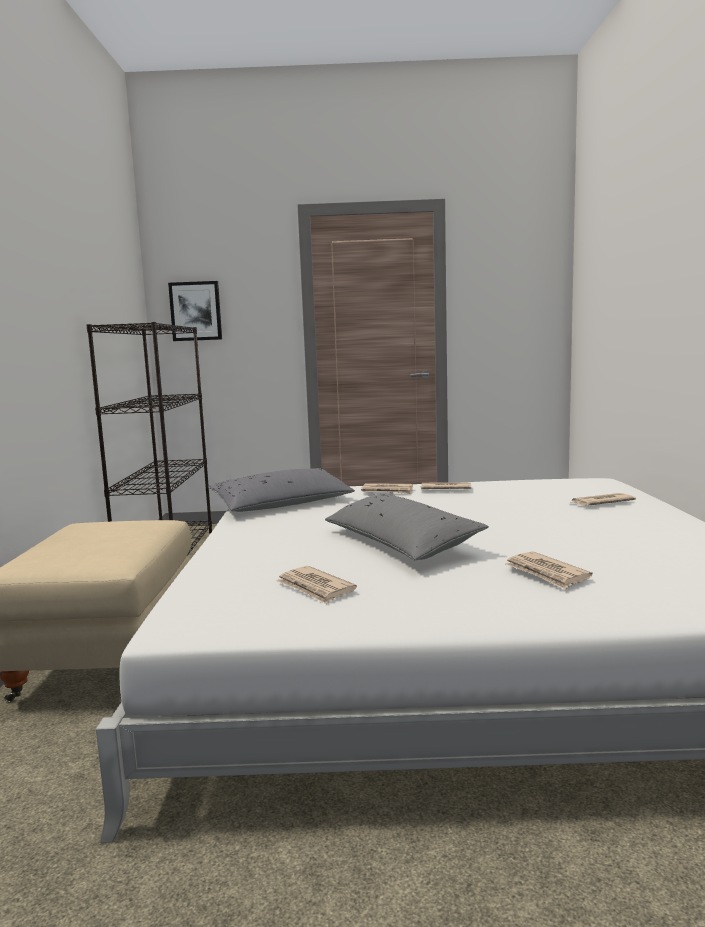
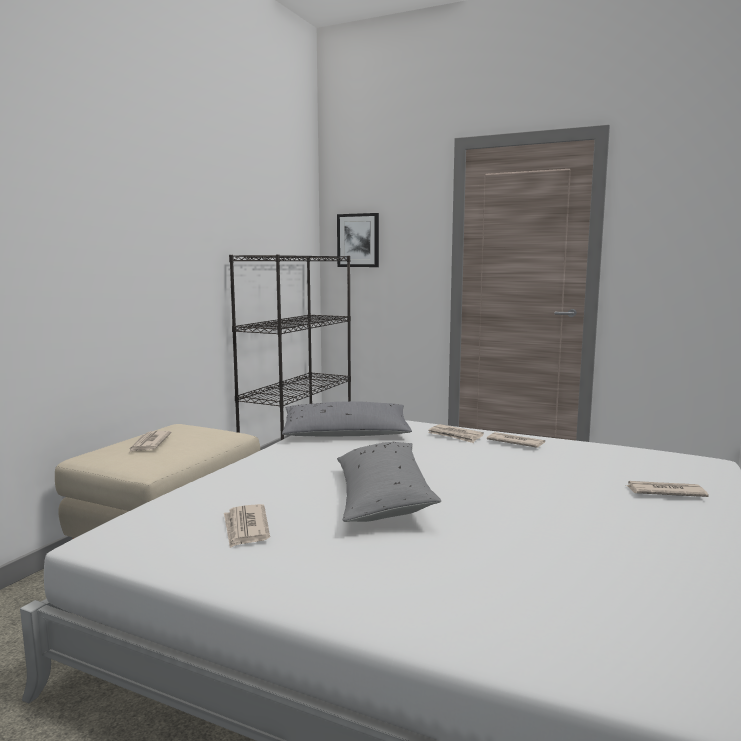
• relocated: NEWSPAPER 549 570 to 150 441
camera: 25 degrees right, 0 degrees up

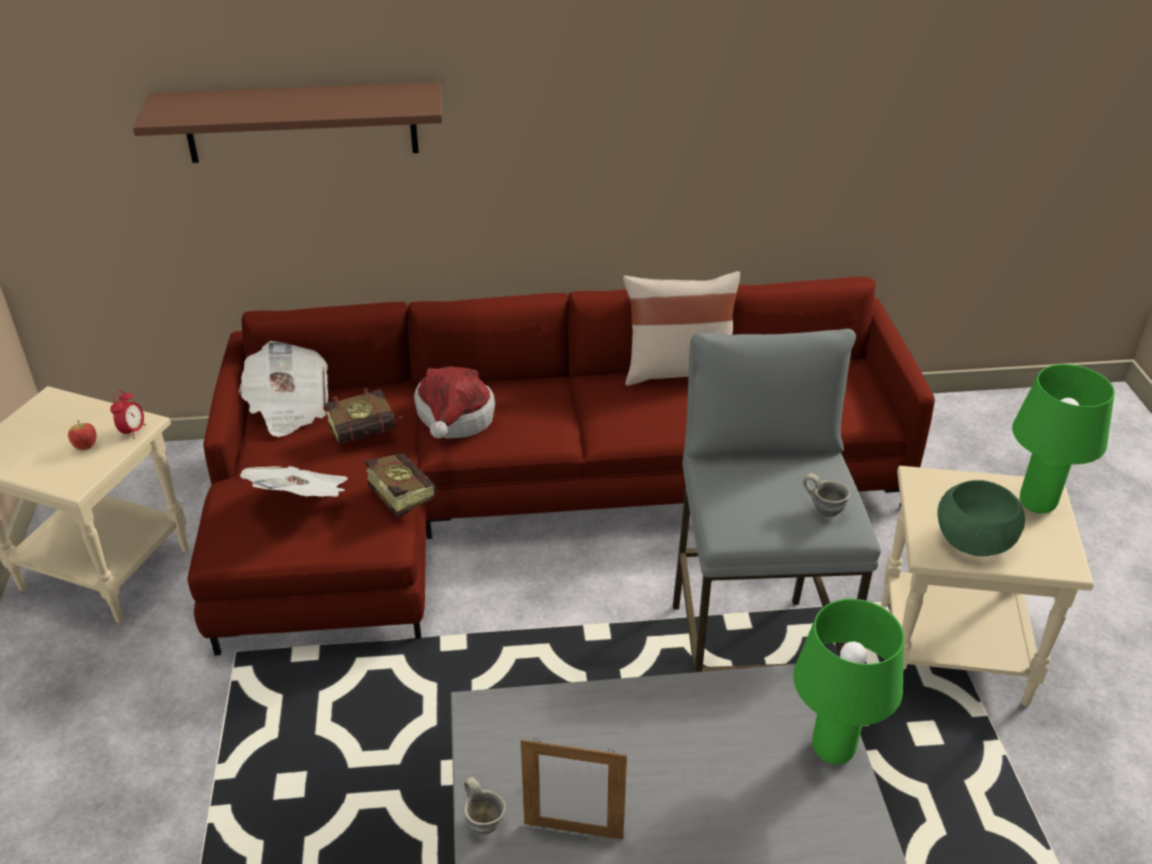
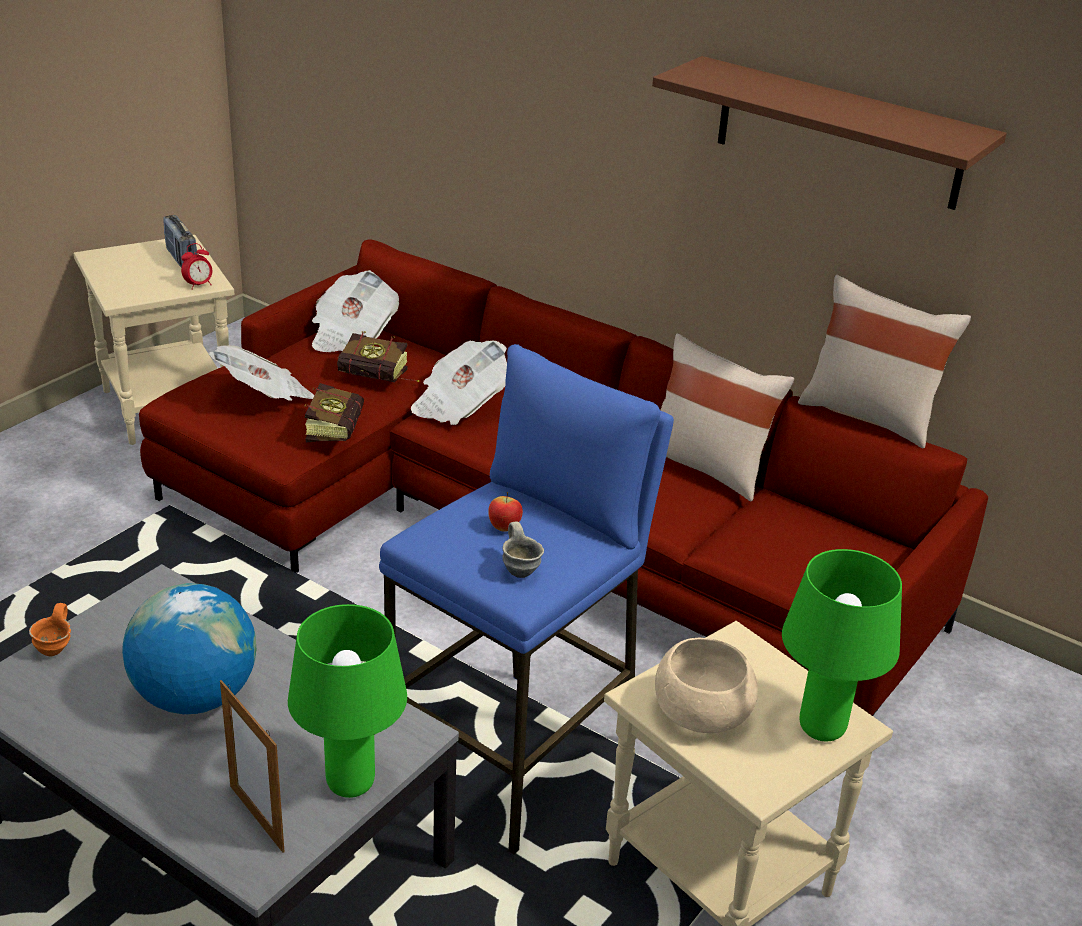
• colour: GREY MUG 485 805 to ORANGE MUG 50 630
• appeared: GLOBE 189 648
• appeared: RADIO 180 241
• relocated: PICTURE FRAME 574 789 to 252 766
• colour: GREY STOOL 777 500 to BLUE STOOL 526 599
• exchanged: HAT 454 402 to NEWSPAPER 459 382
• relocated: APPLE 82 435 to 505 512
• relocated: BROWN SHELF 287 122 to 829 133
• colour: GREEN BOWL 981 518 to BEIGE BOWL 706 685
• appeared: BEIGE PILLOW 884 361
camera: 40 degrees right, 5 degrees down

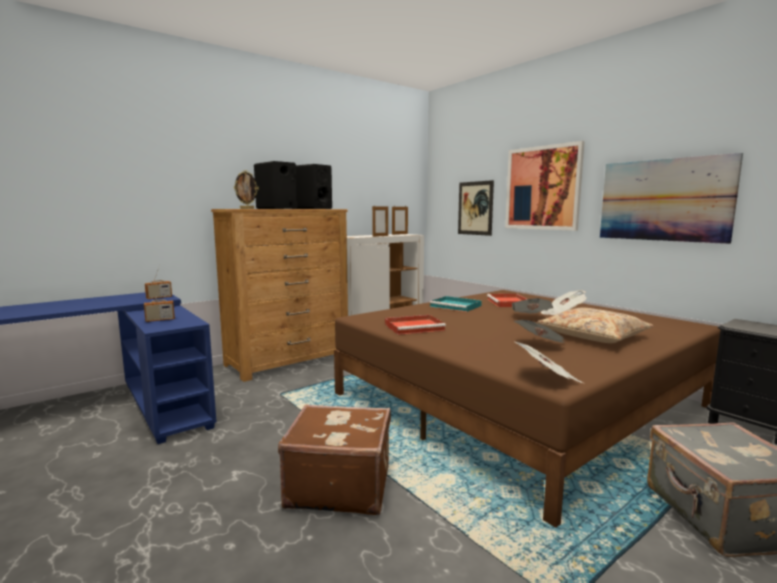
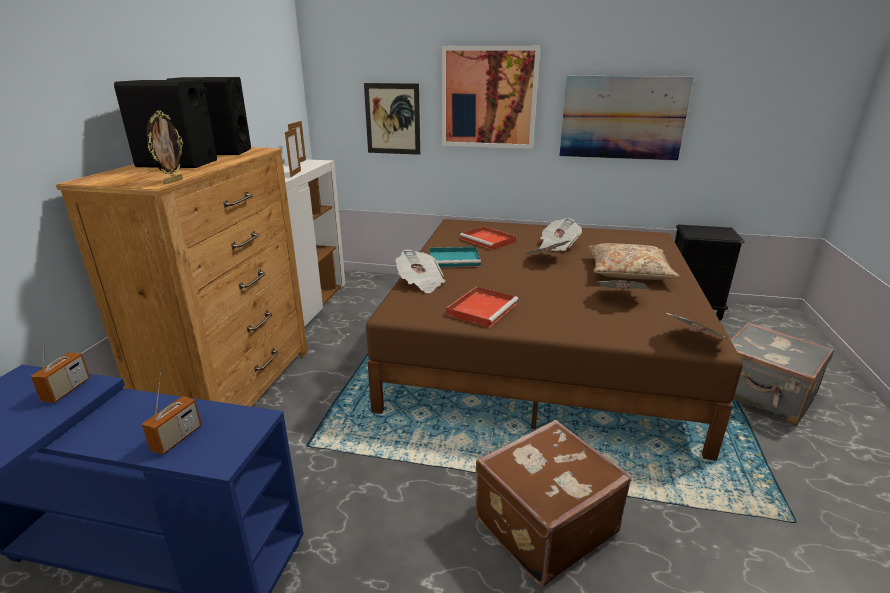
• appeared: NEWSPAPER 420 271
camera: 40 degrees left, 15 degrees up

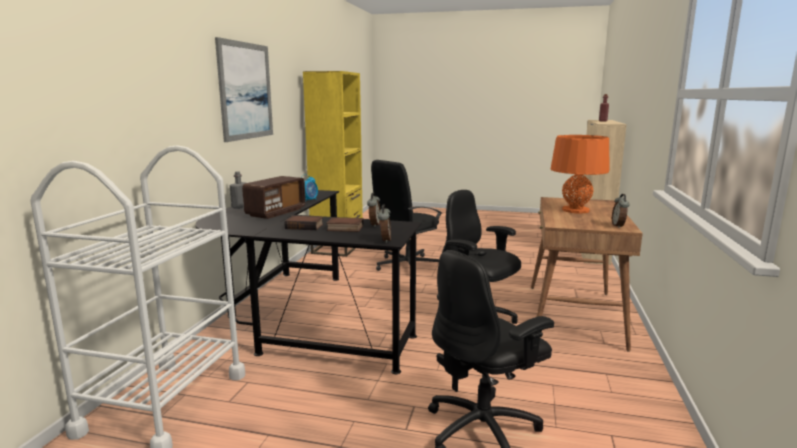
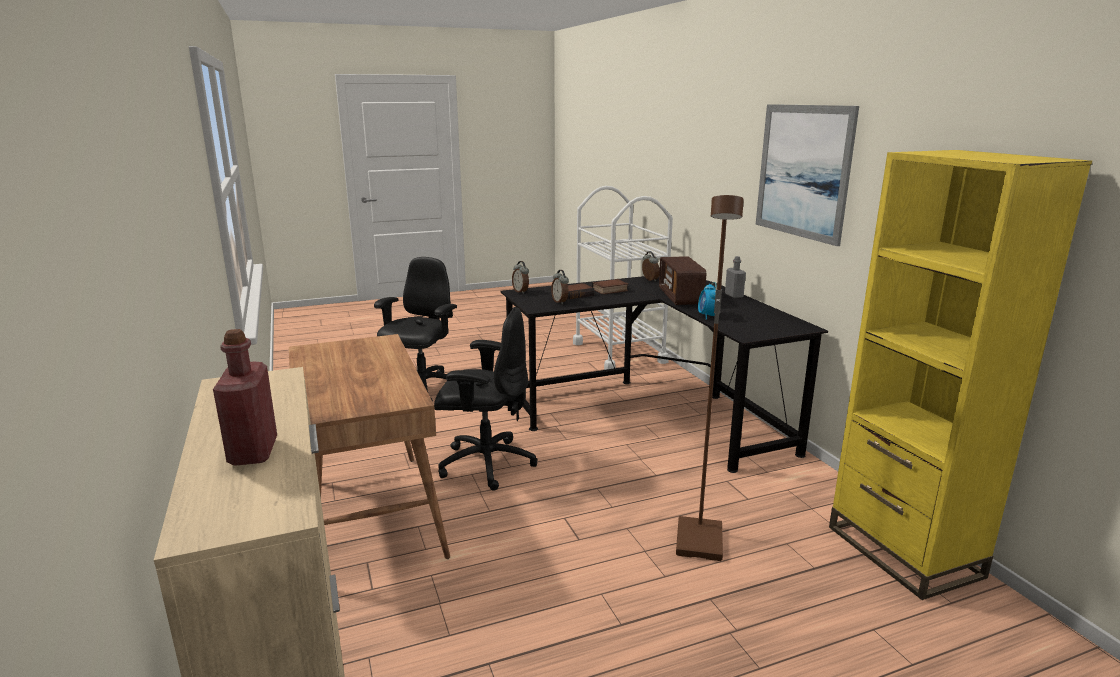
• relocated: ALARM CLOCK 620 211 to 651 266
• exchanged: BLACK OFFICE CHAIR 407 215 to BROWN FLOOR LAMP 710 378
• missing: ORANGE TABLE LAMP 580 174
camera: 145 degrees right, 5 degrees up

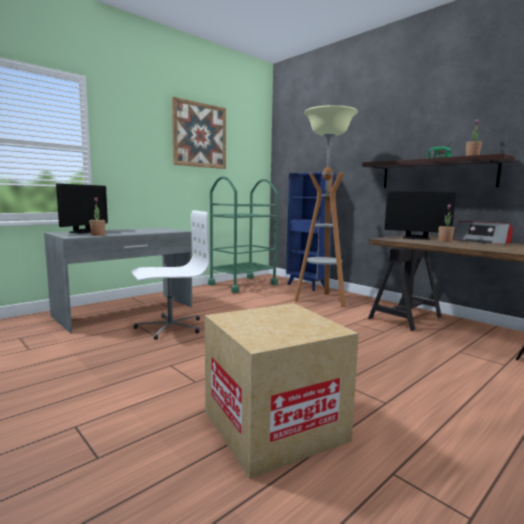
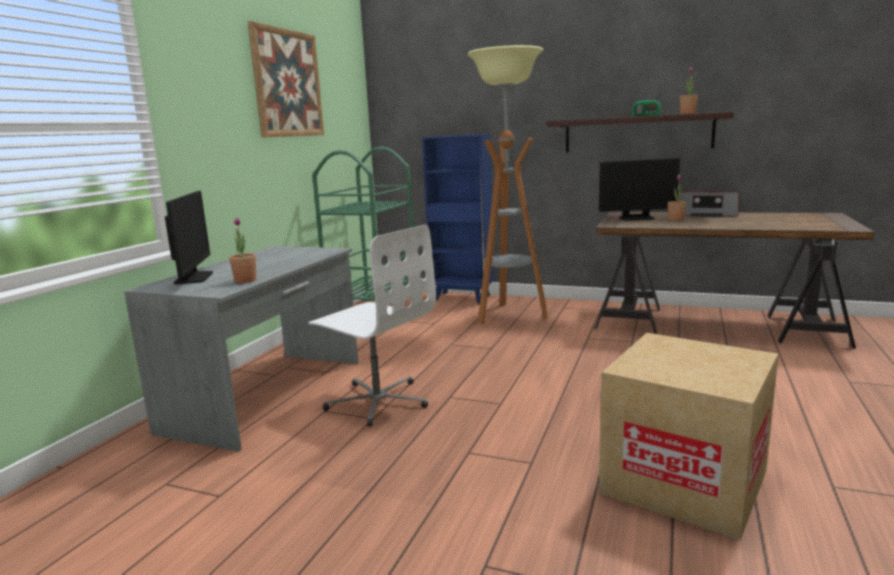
• spun: WHITE OFFICE CHAIR 170 275 = 372 326 90 degrees clockwise
camera: 25 degrees left, 5 degrees up

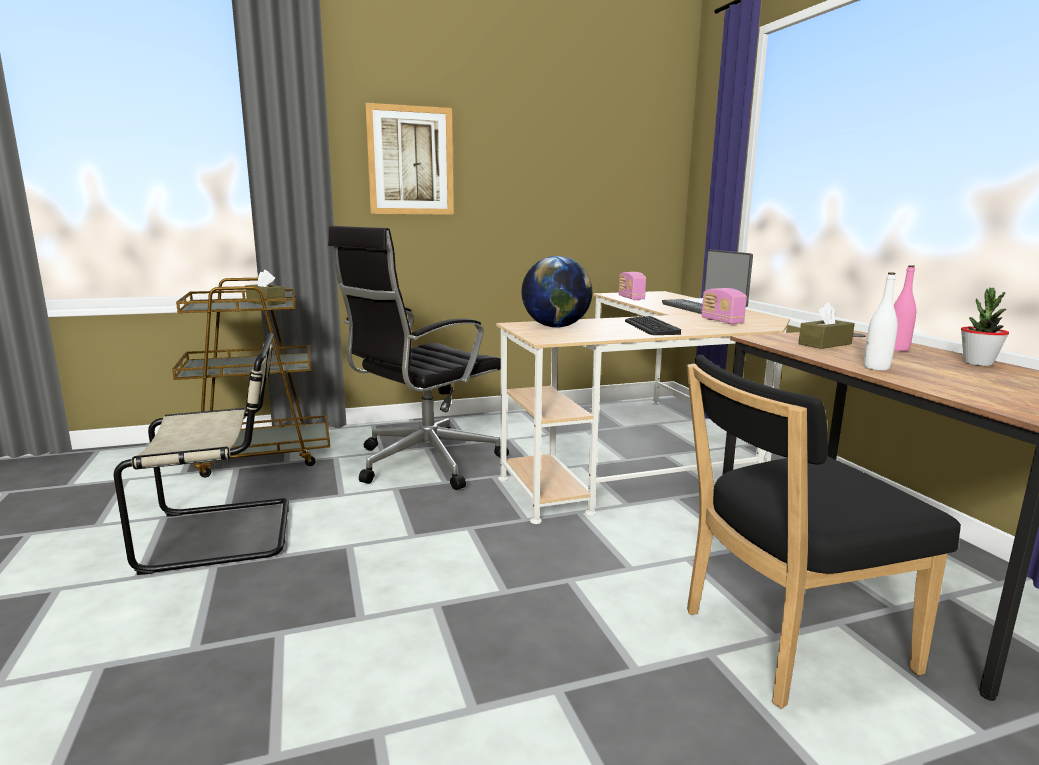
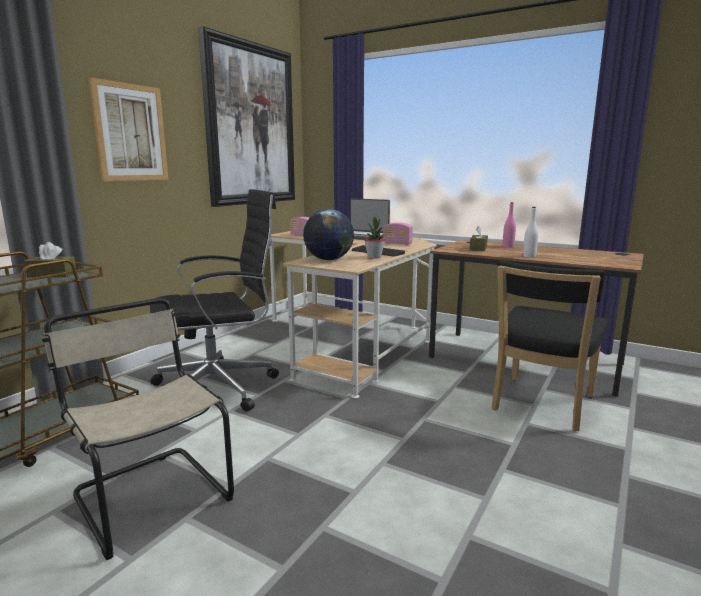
• spun: BEIGE CHAIR 201 454 = 138 429 75 degrees counterclockwise
• spun: BLACK OFFICE CHAIR 418 358 = 214 300 120 degrees counterclockwise
• appeared: PICTURE 246 116
• relocated: POTTED PLANT 985 327 to 374 237
camera: 40 degrees left, 0 degrees up

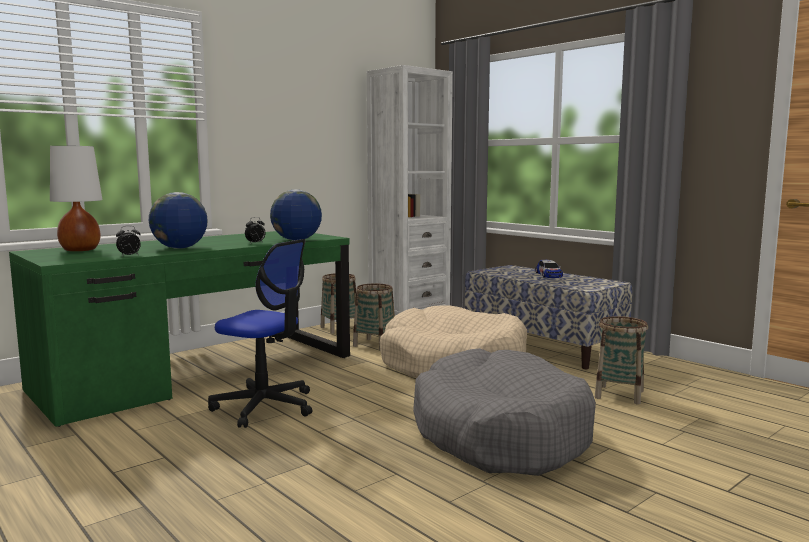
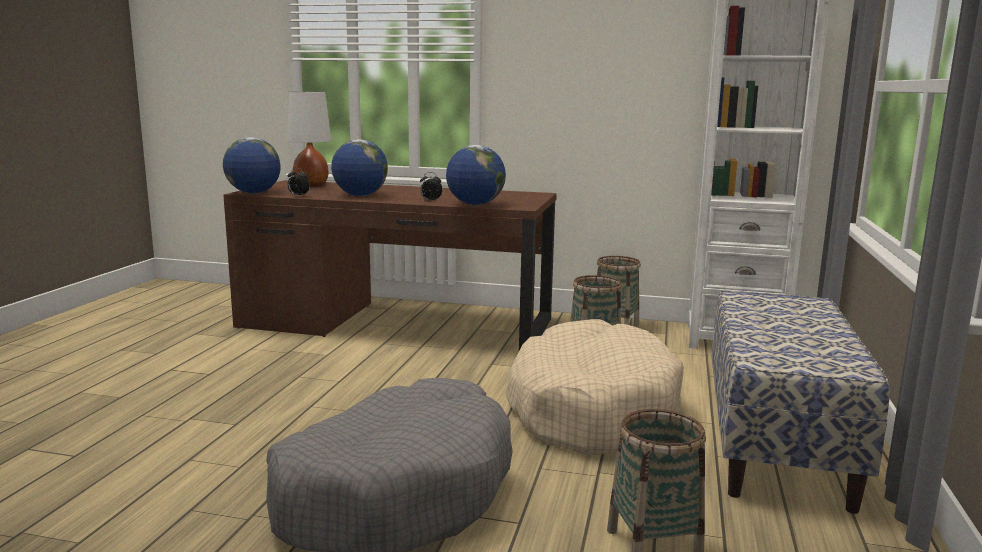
• appeared: GLOBE 252 165
• colour: GREEN DESK 179 329 to BROWN DESK 390 265
• missing: OFFICE CHAIR 260 333
• missing: TOY CAR 549 269
camera: 55 degrees right, 5 degrees up

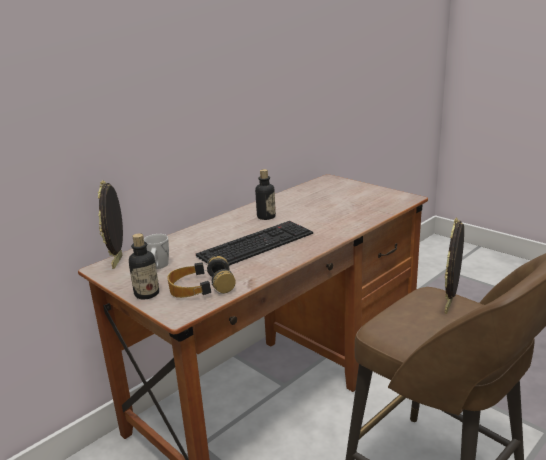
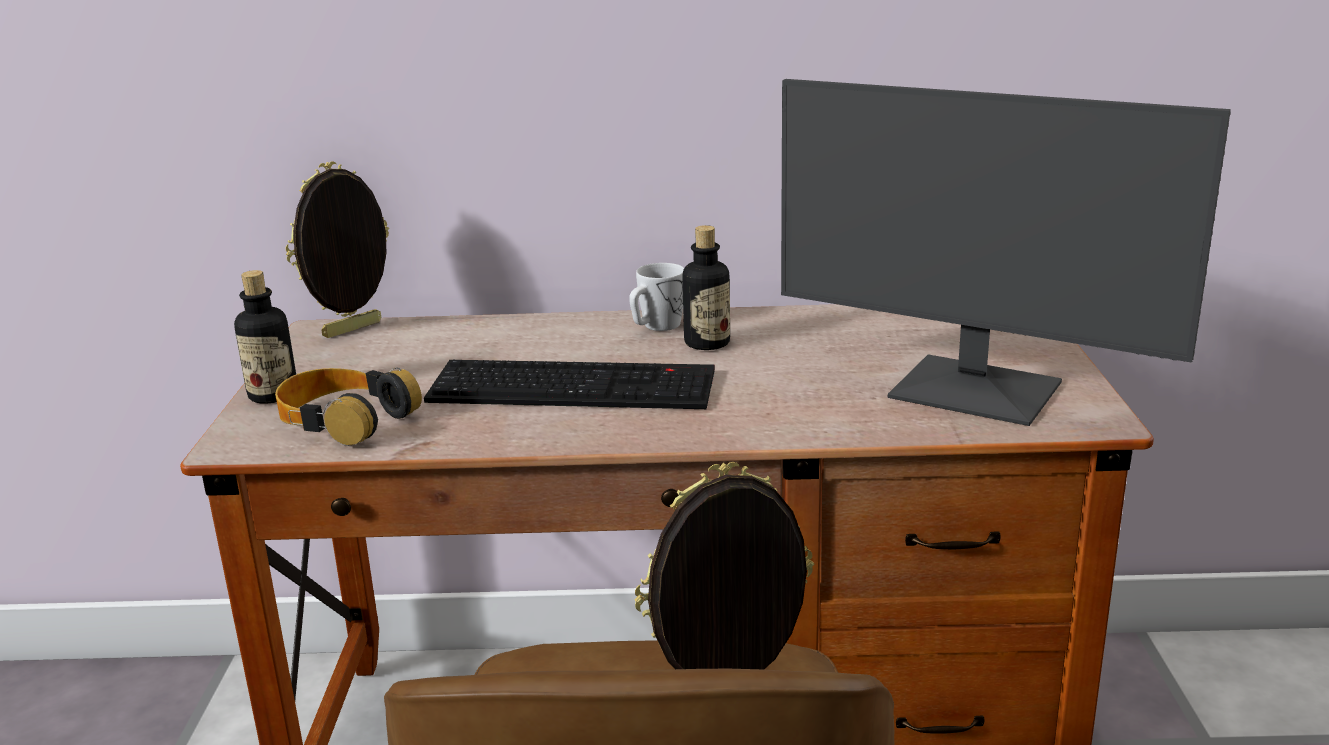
• relocated: WHITE MUG 156 251 to 656 297
• appeared: MONITOR 1006 252
camera: 45 degrees right, 0 degrees up

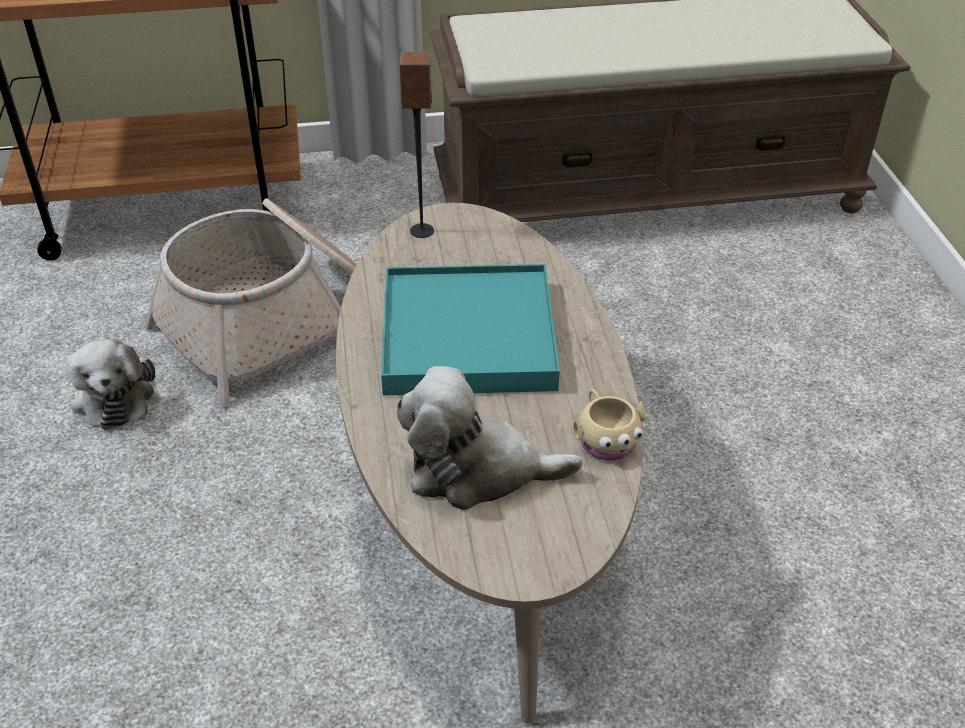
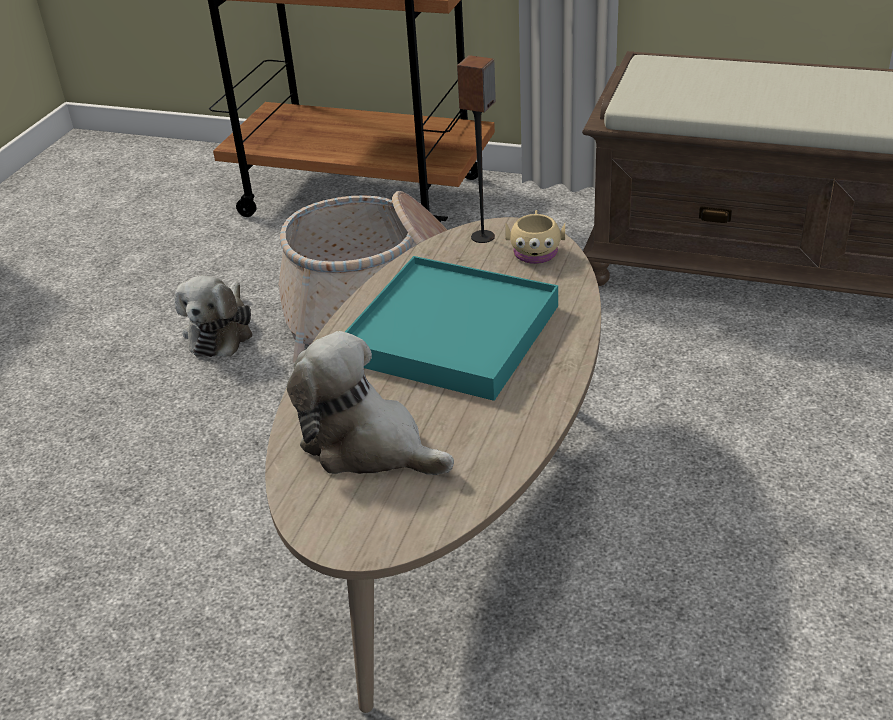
• relocated: BEIGE MUG 609 425 to 535 237
camera: 30 degrees right, 5 degrees down

